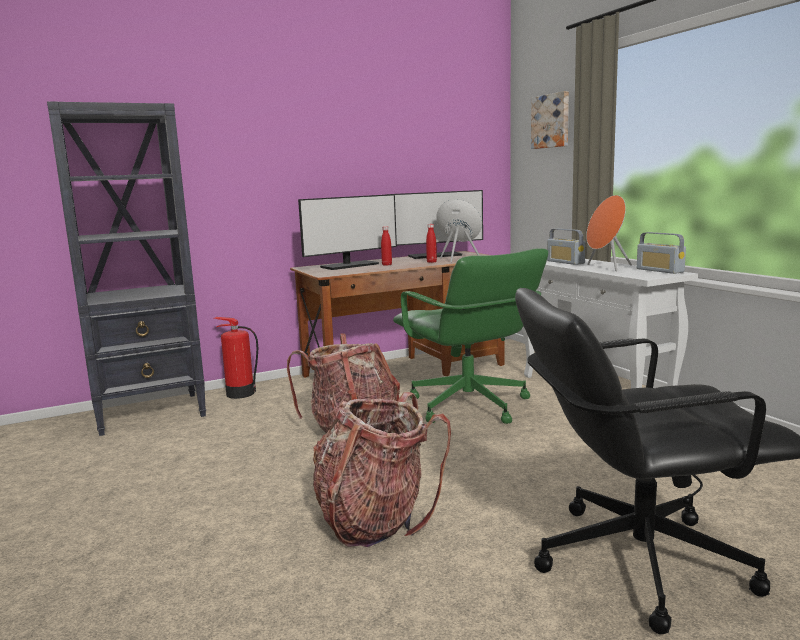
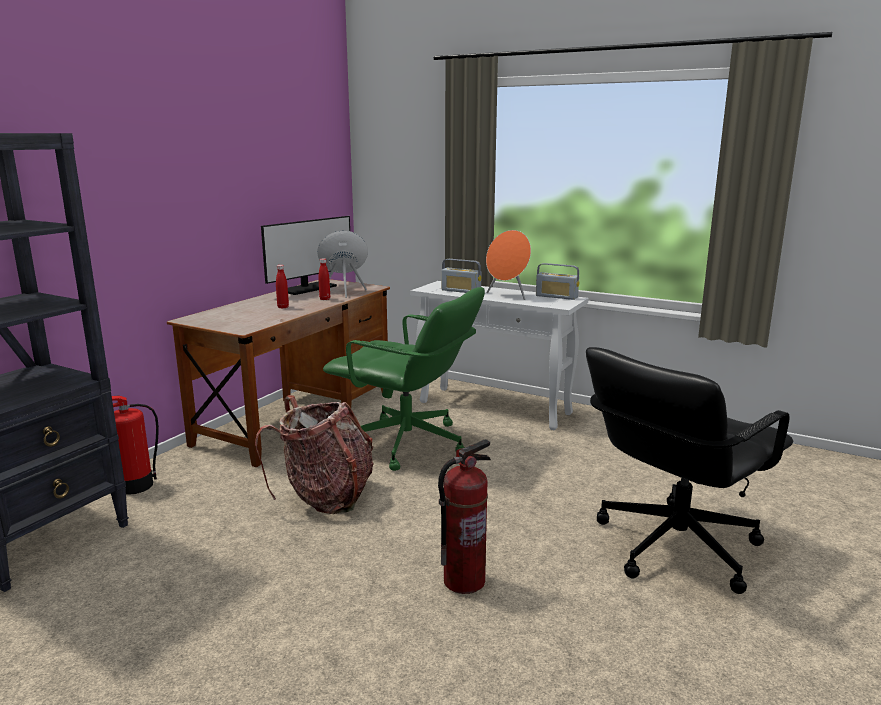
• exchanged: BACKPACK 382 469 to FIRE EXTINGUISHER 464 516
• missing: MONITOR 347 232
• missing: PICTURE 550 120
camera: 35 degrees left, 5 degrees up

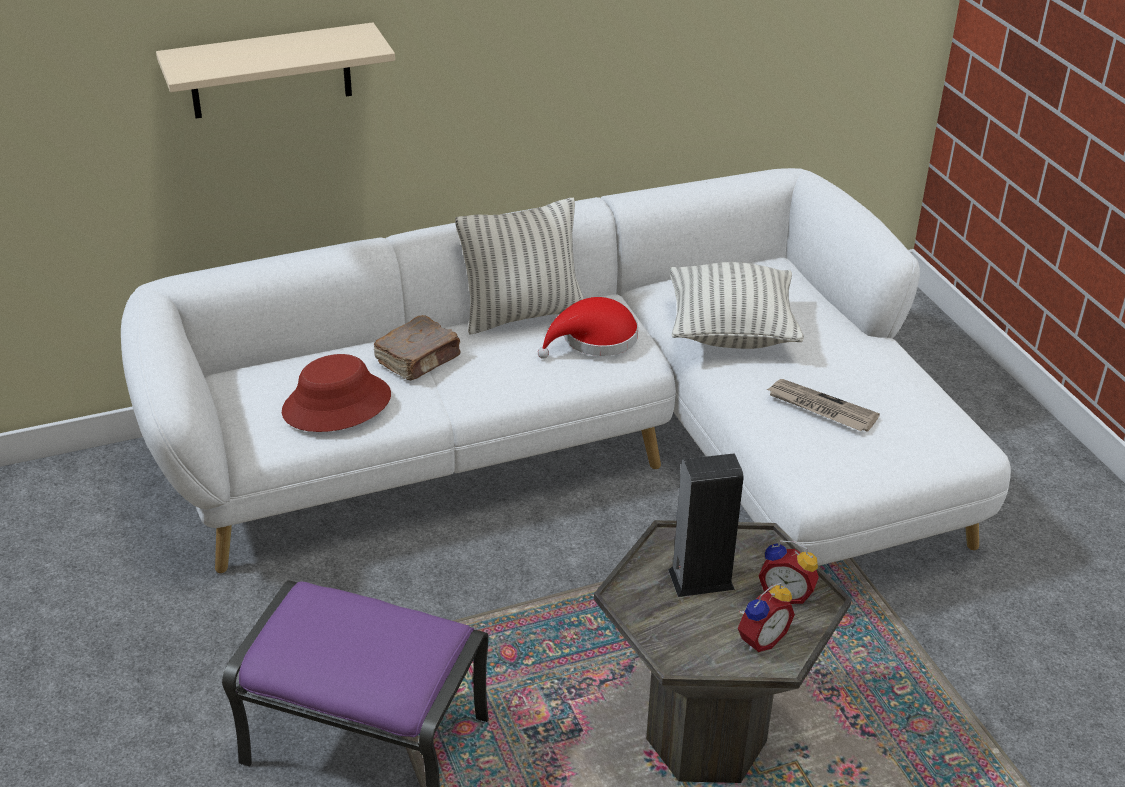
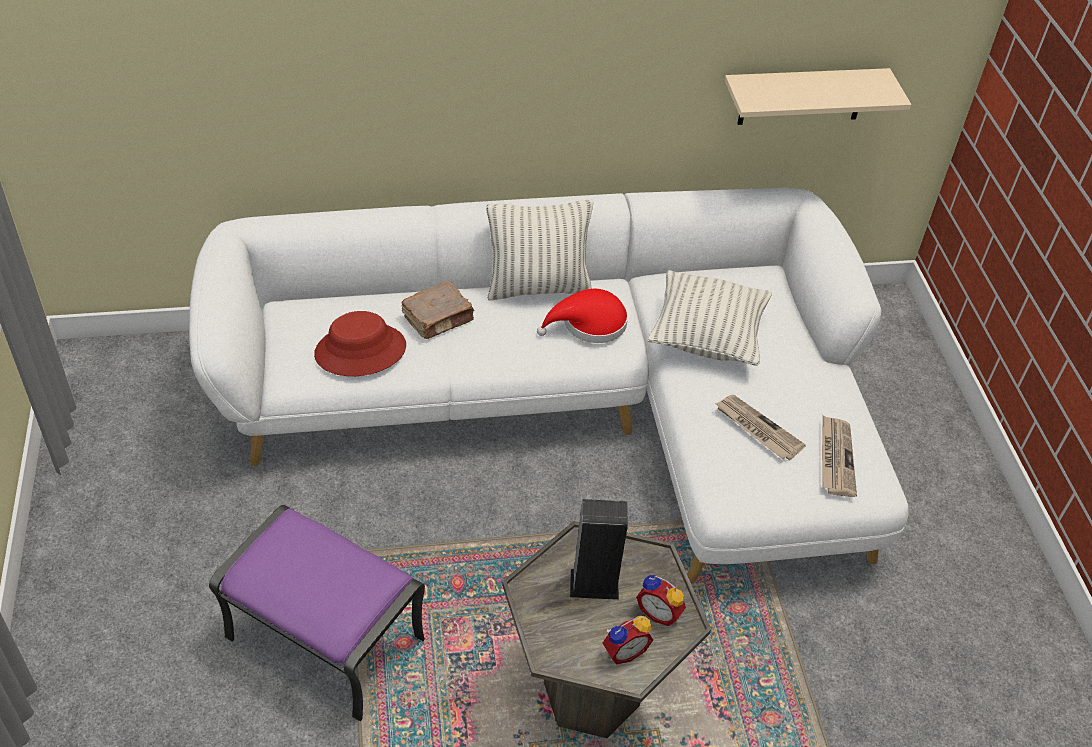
• relocated: BEIGE SHELF 275 70 to 818 96
• appeared: NEWSPAPER 839 456
camera: 10 degrees right, 10 degrees up

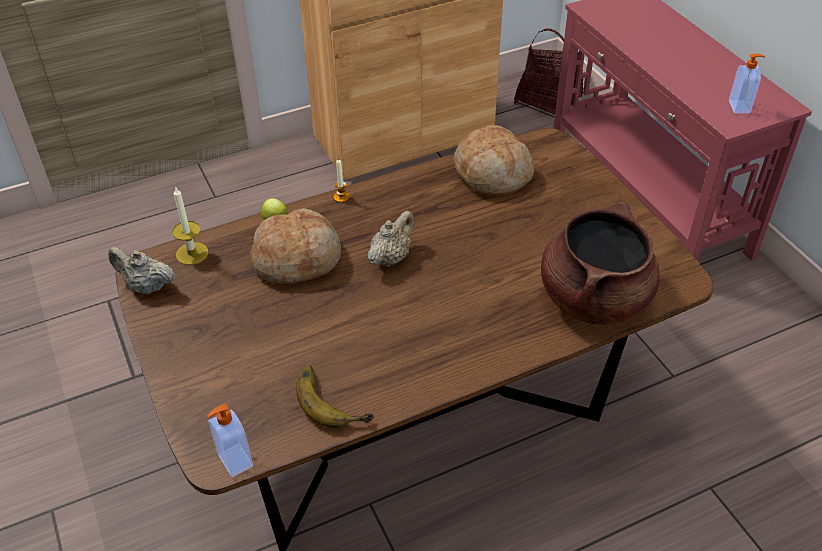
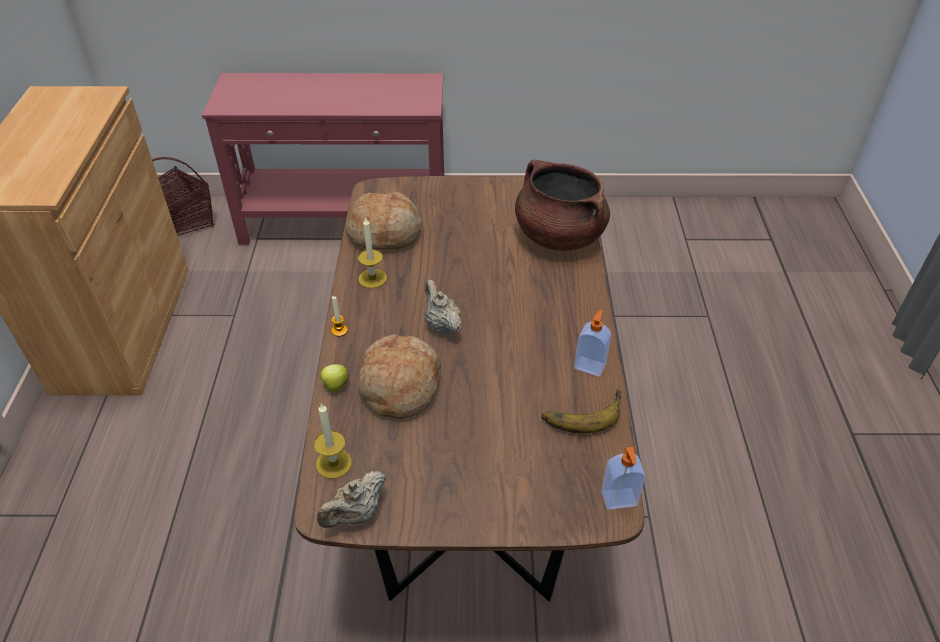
• appeared: CANDLE 372 253
• relocated: SOAP DISPENSER 747 84 to 592 343
camera: 65 degrees left, 0 degrees up

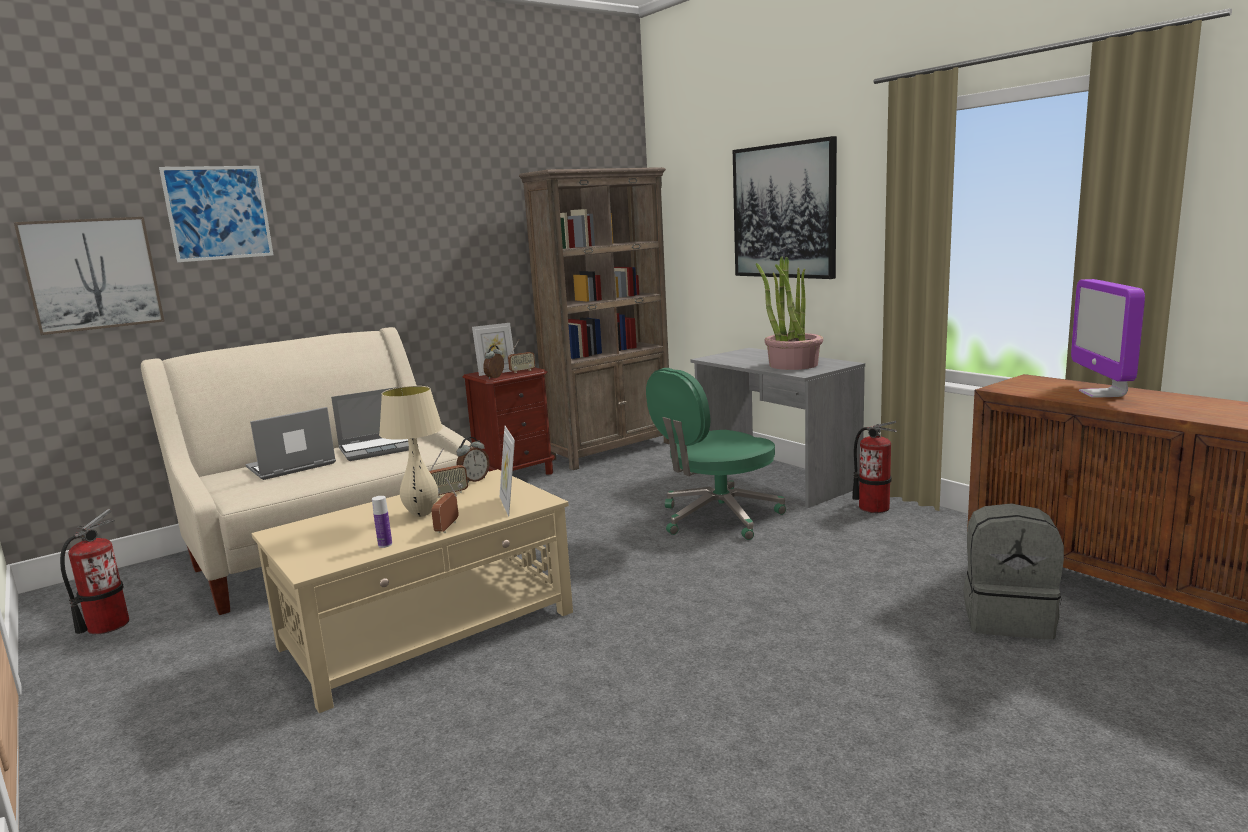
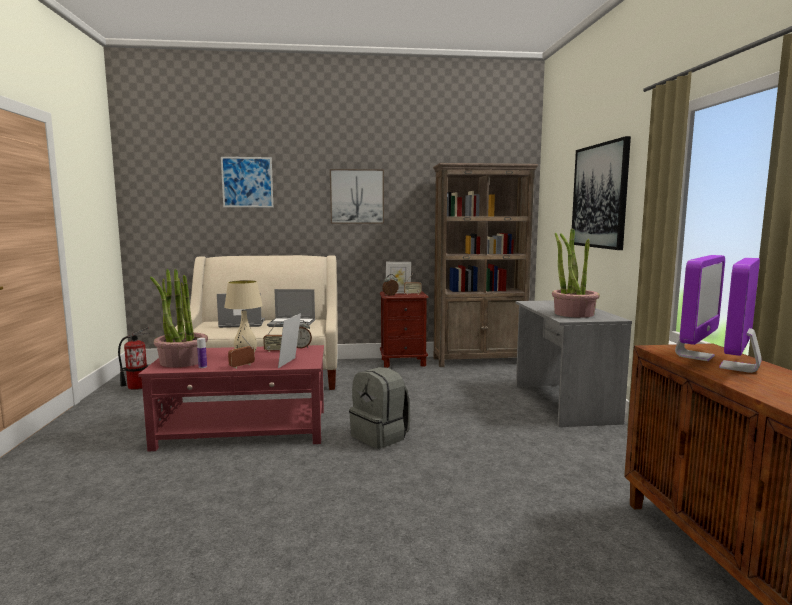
• colour: BEIGE COFFEE TABLE 412 591 to RED COFFEE TABLE 231 398
• appeared: POTTED PLANT 179 318
• relocated: PICTURE 89 276 to 357 196
• relocated: GREY BACKPACK 1013 571 to 379 408
• appeared: MONITOR 700 308
• missing: GREEN OFFICE CHAIR 716 454
• missing: FIRE EXTINGUISHER 874 467
camera: 30 degrees right, 5 degrees down

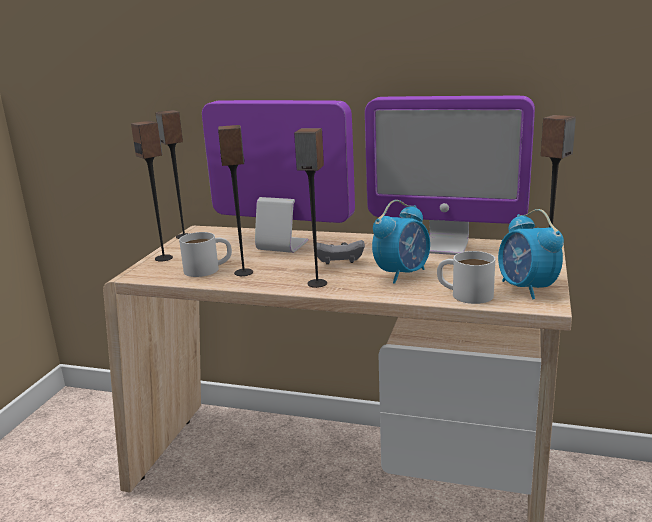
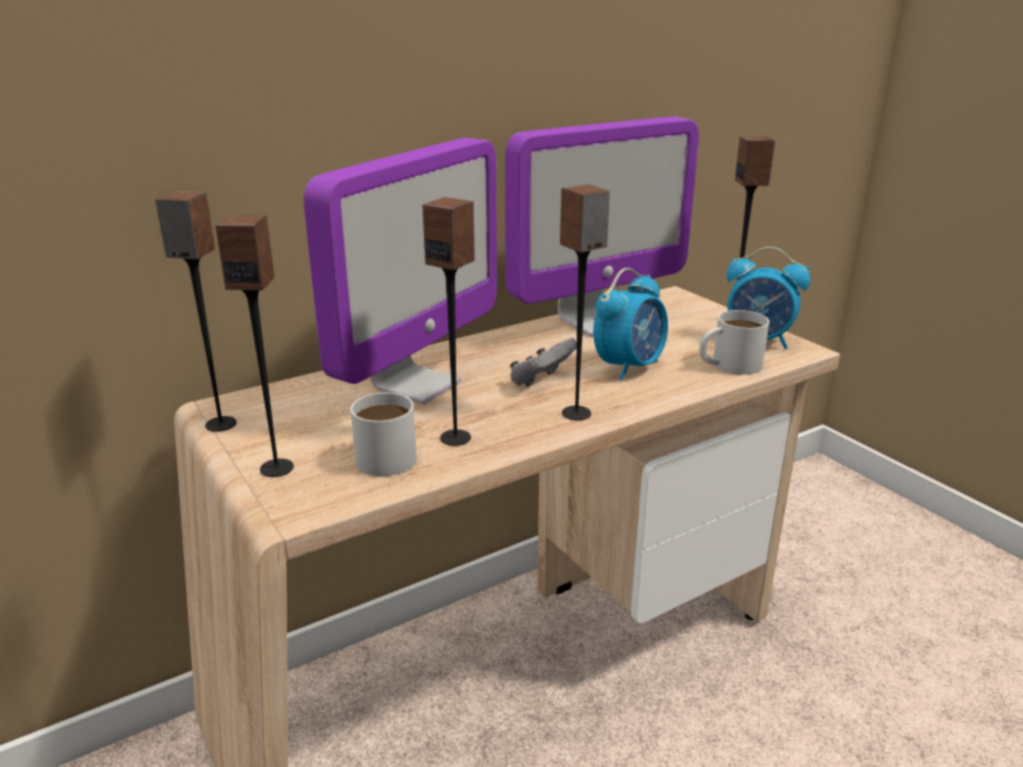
• spun: MONITOR 278 176 = 400 271 150 degrees clockwise
• spun: ALARM CLOCK 401 242 = 630 324 45 degrees clockwise
camera: 50 degrees left, 5 degrees up

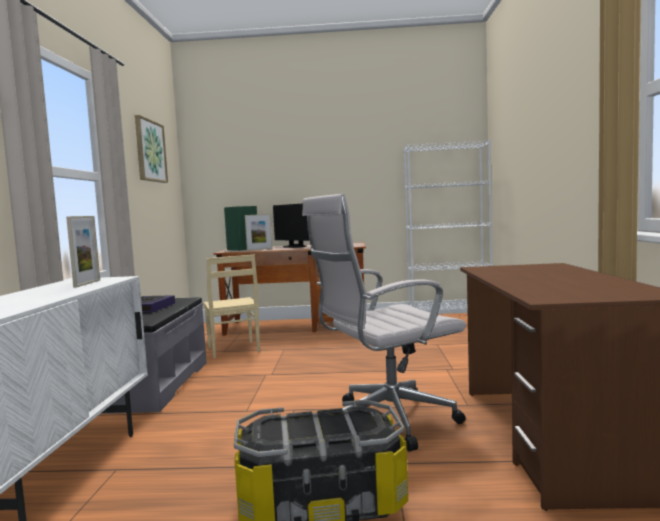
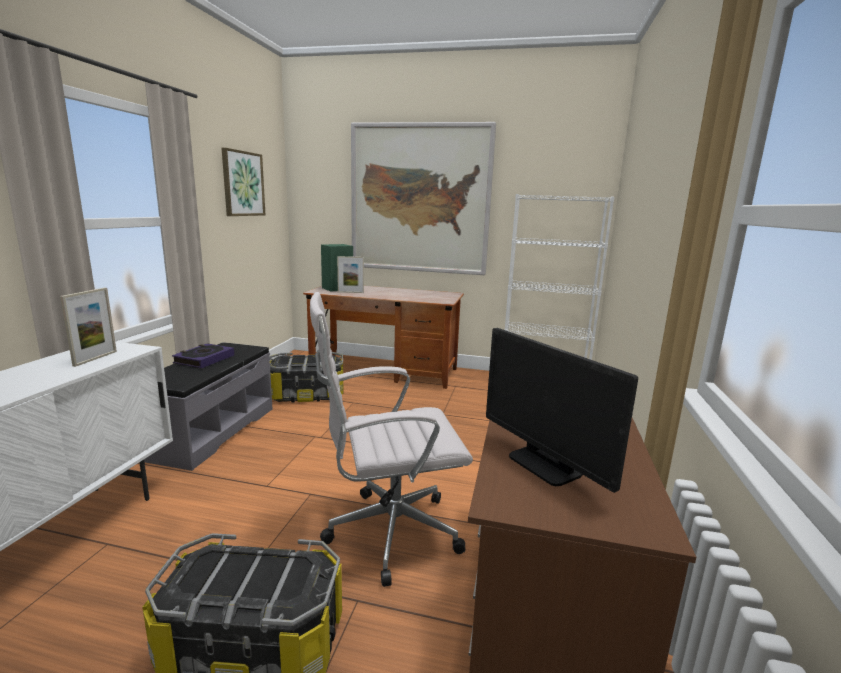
• exchanged: BEIGE CHAIR 232 306 to STORAGE BOX 306 377
• appeared: PICTURE 423 198
• relocated: MONITOR 291 226 to 562 410
camera: 10 degrees right, 10 degrees up

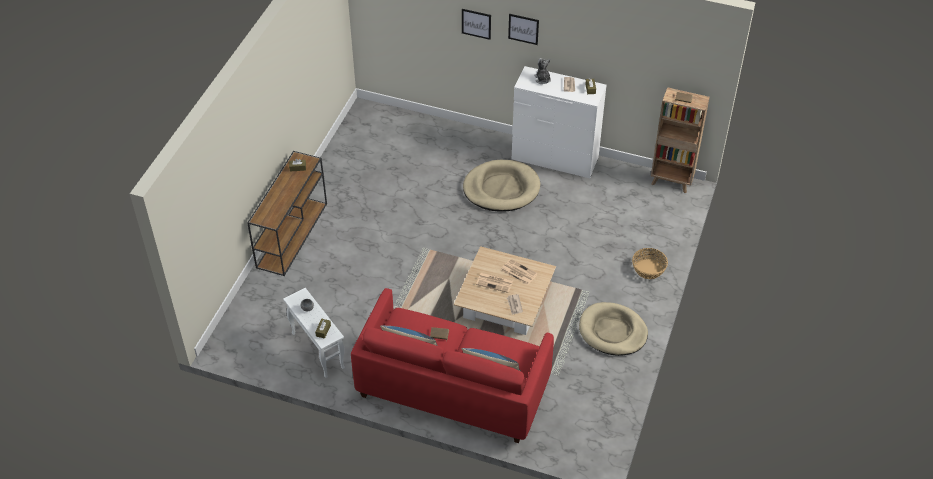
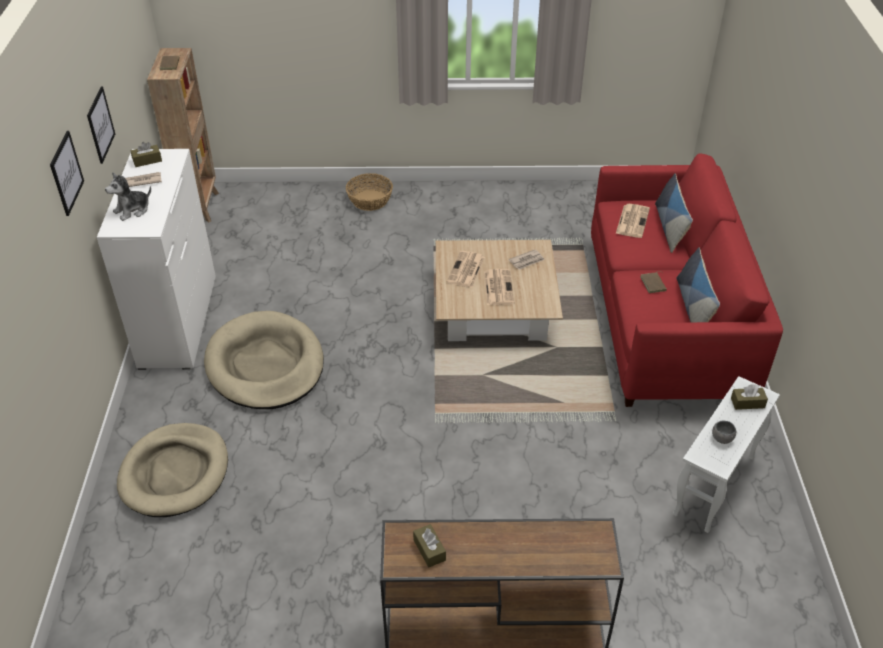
• relocated: PICTURE 476 24 to 101 125
• relocated: BEIGE DOG BED 613 329 to 172 470
• appeared: NEWSPAPER 633 221
camera: 110 degrees left, 5 degrees down

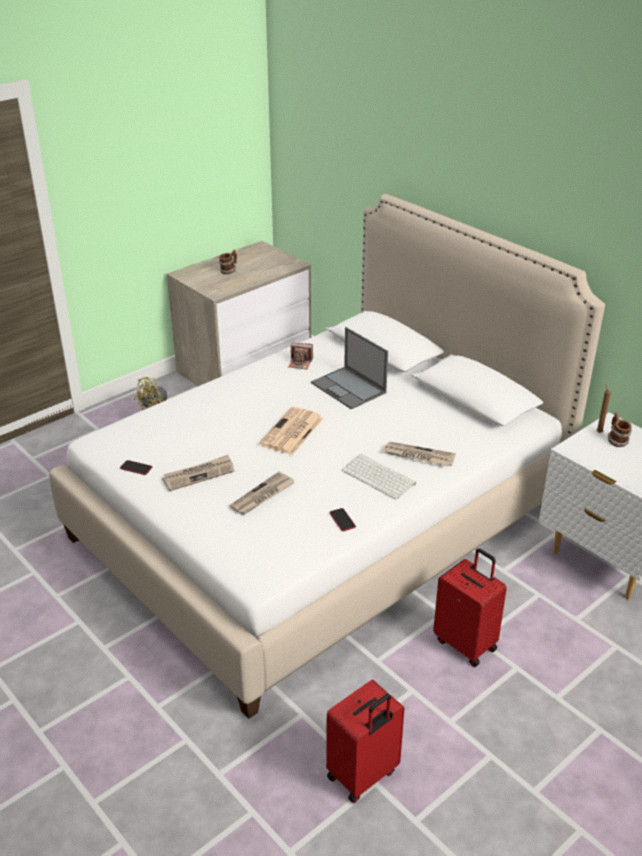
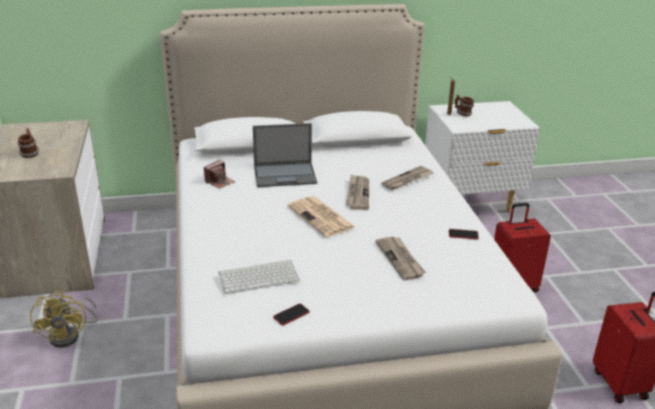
• relocated: KEYBOARD 379 477 to 259 277
• relocated: NEWSPAPER 198 473 to 357 192
camera: 60 degrees left, 5 degrees down

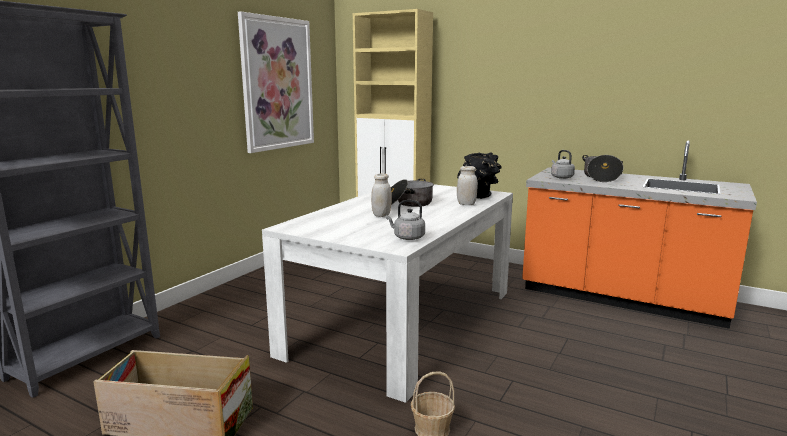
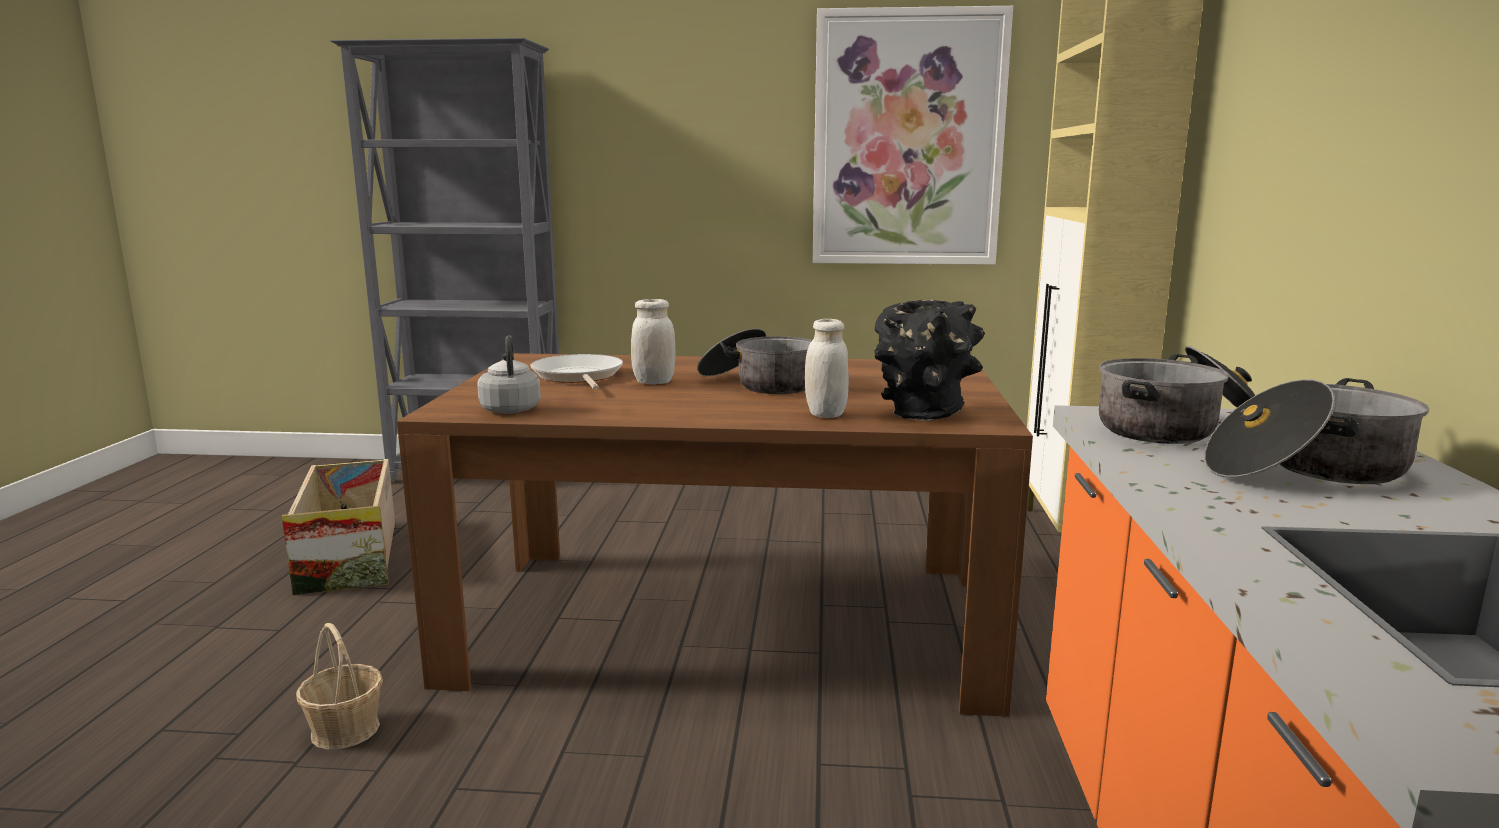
• colour: WHITE DINING TABLE 387 293 to BROWN DINING TABLE 715 535
• appeared: FRYING PAN 576 372
• exchanged: GREY KETTLE 563 164 to COOKING POT 1177 395
camera: 65 degrees right, 0 degrees up

